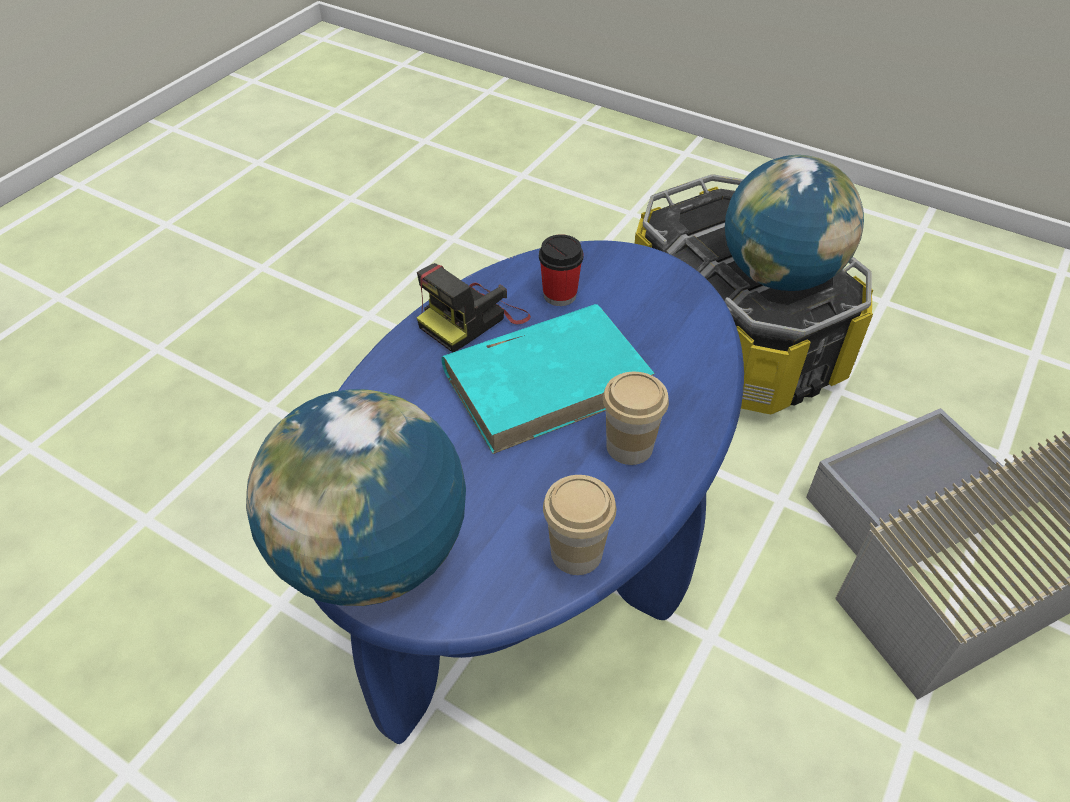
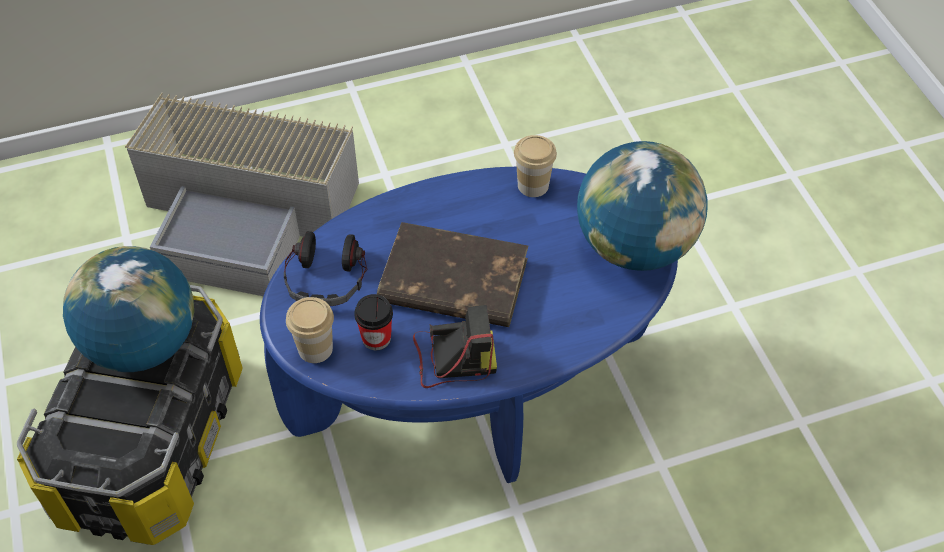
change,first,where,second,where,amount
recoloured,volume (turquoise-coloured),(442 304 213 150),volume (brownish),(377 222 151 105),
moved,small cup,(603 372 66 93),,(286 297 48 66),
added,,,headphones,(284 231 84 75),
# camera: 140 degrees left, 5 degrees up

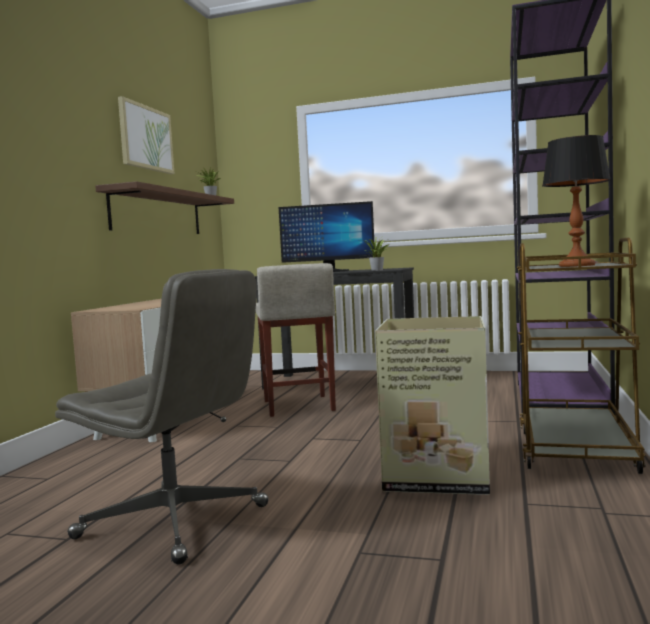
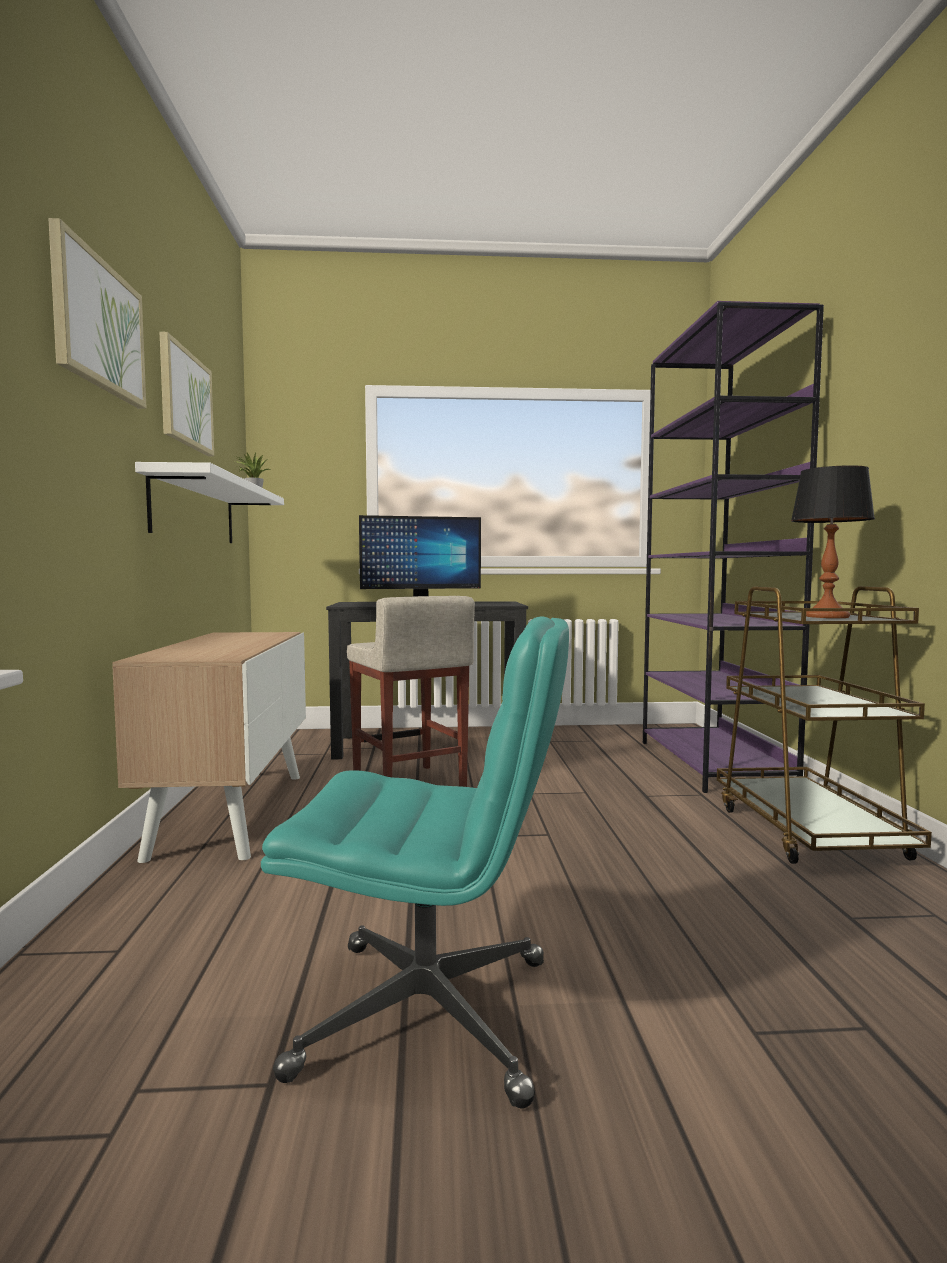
change,first,where,second,where,amount
recoloured,computer chair (grey),(55 269 213 296),computer chair (turquoise-coloured),(261 616 308 492),
recoloured,wall shelf (brownish),(95 181 139 53),wall shelf (whitish),(135 462 149 81),
removed,houseplant,(362 236 28 35),,,
removed,carton,(375 316 115 179),,,
added,,,picture,(48 218 98 191),
# camera: 20 degrees left, 0 degrees up

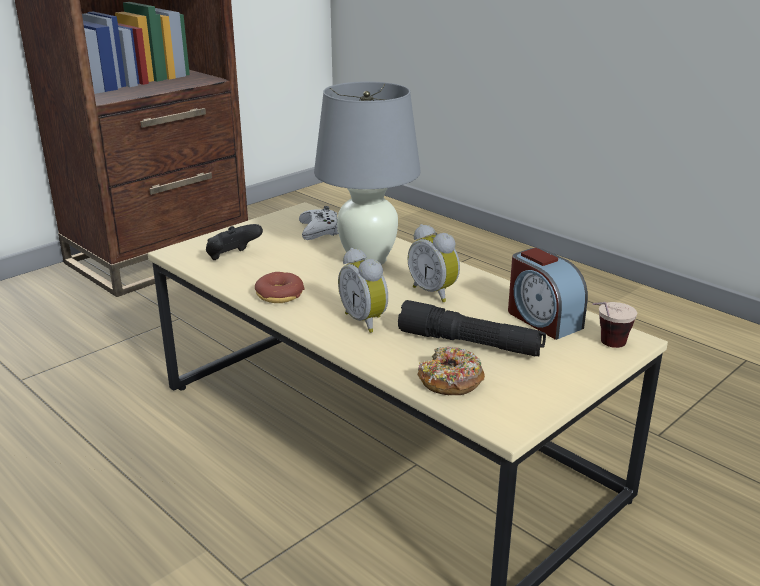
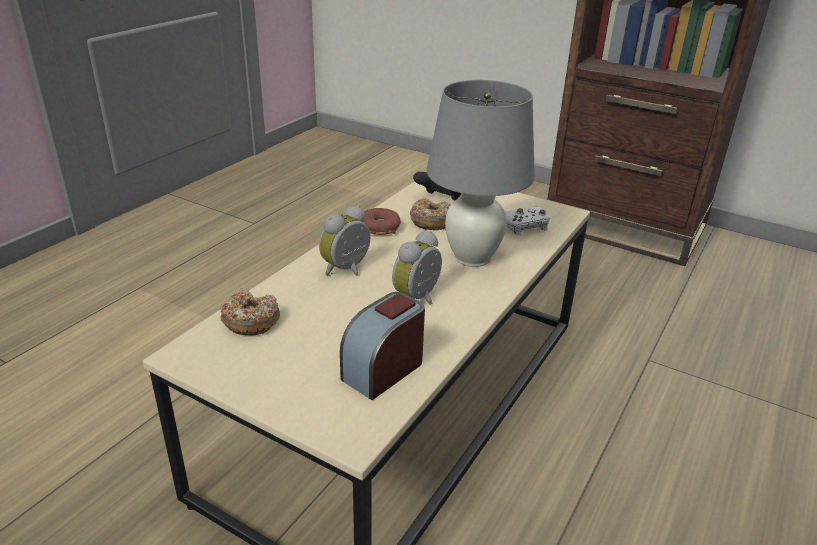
change,first,where,second,where,amount
removed,torch (black-coloured),(398 300 148 56),,,
removed,small cup,(592 302 45 46),,,
added,,,doughnut,(410 198 41 32),
# camera: 75 degrees right, 5 degrees up

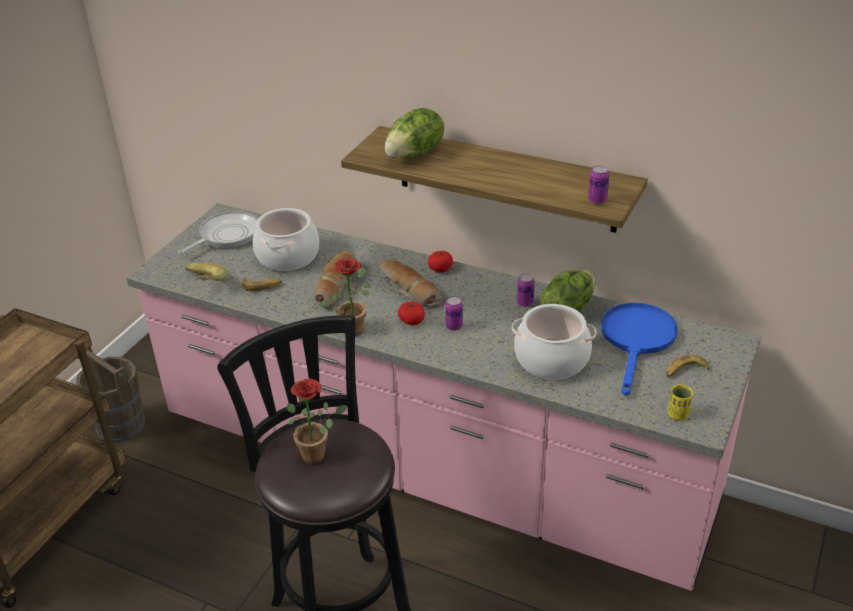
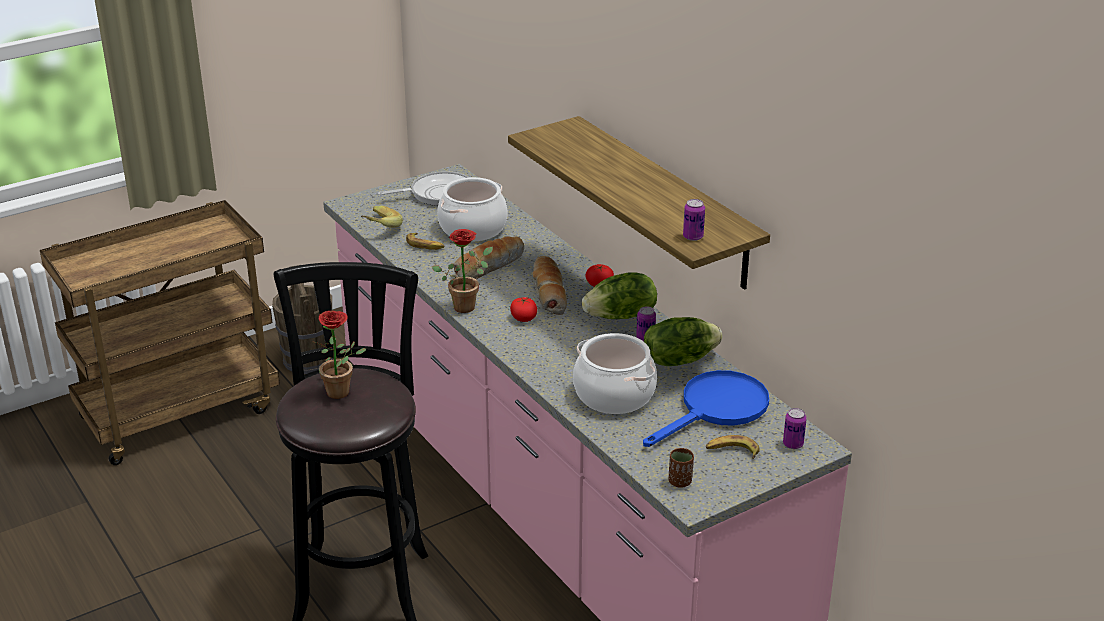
change,first,where,second,where,amount
moved,lettuce,(385 108 59 50),,(582 272 75 47),
moved,sealed can,(445 297 18 34),,(783 408 24 41),
recoloured,small cup (yellow-coloured),(668 385 25 35),small cup (brownish),(669 448 25 40),
# camera: 30 degrees right, 5 degrees down

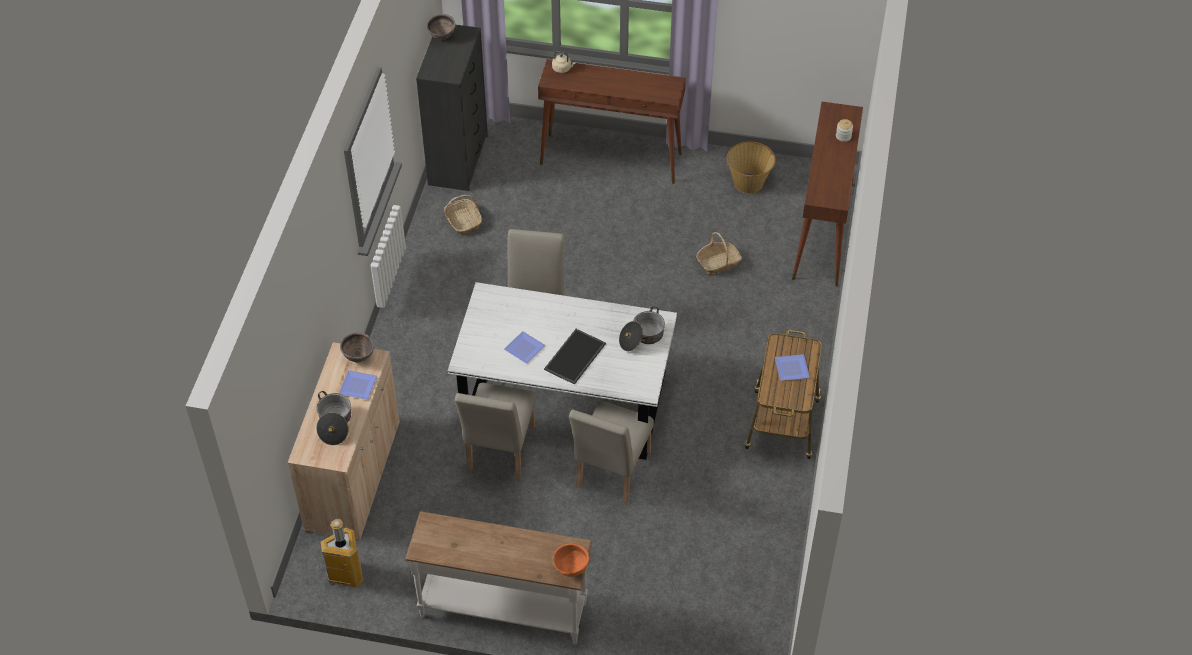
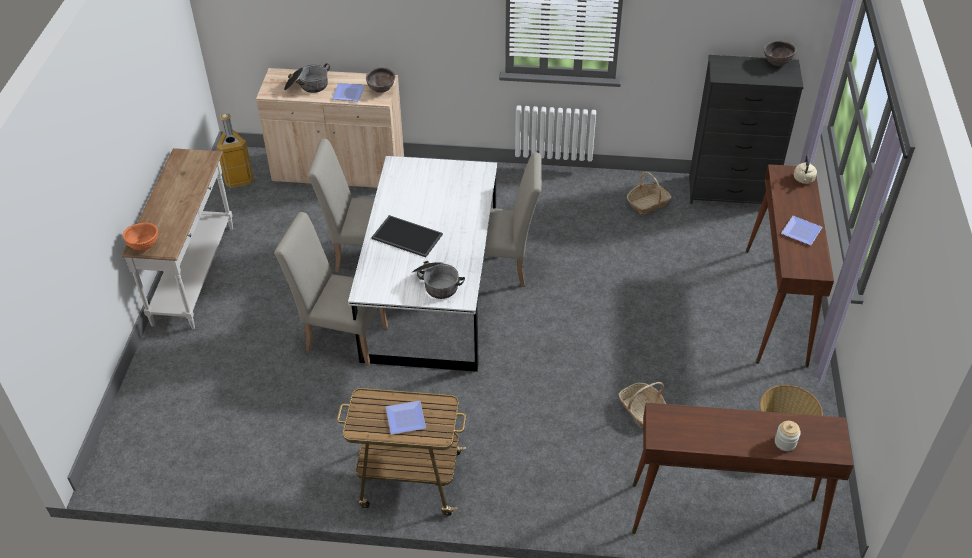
change,first,where,second,where,amount
moved,flat dish,(504 331 41 33),,(781 216 41 29),
# camera: 85 degrees right, 5 degrees down

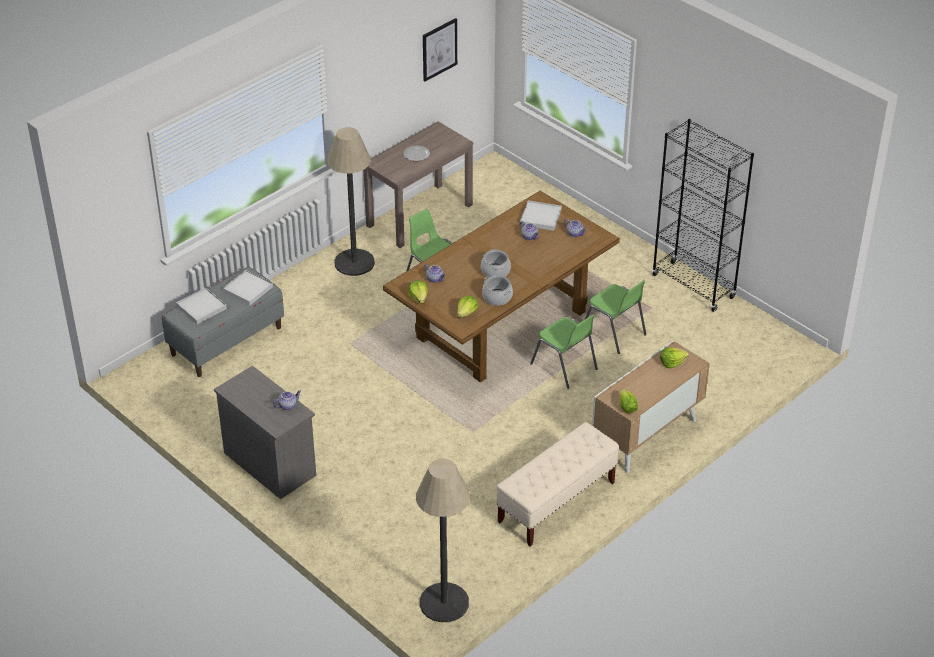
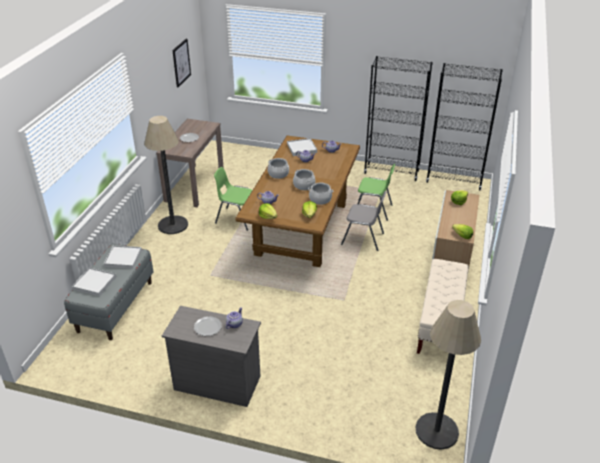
change,first,where,second,where,amount
recoloured,chair (green-coloured),(530 314 68 75),chair (grey),(341 191 46 60),
added,,,flat dish,(194 316 28 20),
added,,,cooking pot,(268 158 21 21),
added,,,shelving unit (black-coloured),(426 63 77 127),
# camera: 30 degrees left, 5 degrees down

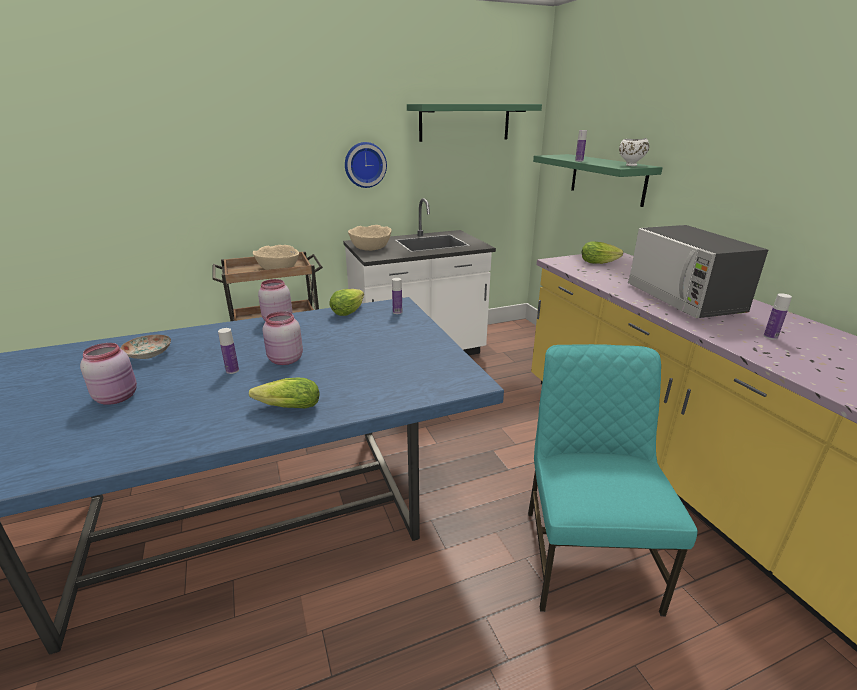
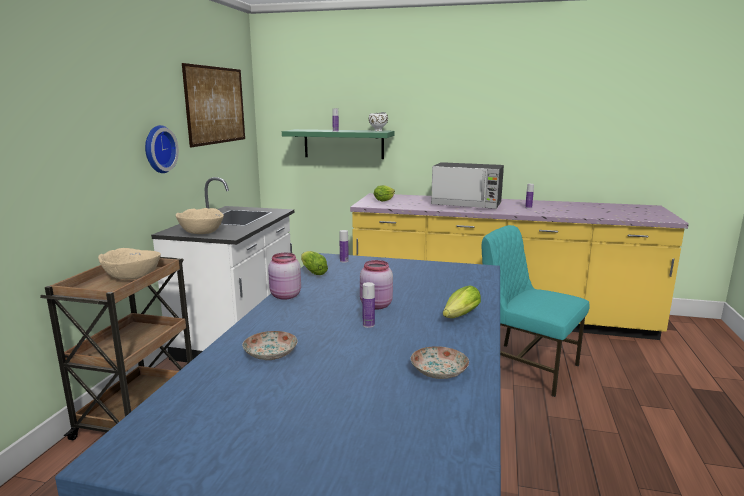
change,first,where,second,where,amount
removed,storage jar (pink),(80 343 57 62),,,
replaced,wall shelf (green-coloured),(407 104 135 38),picture,(182 63 63 85),
added,,,flat dish,(410 346 59 33),
# camera: 55 degrees left, 10 degrees down

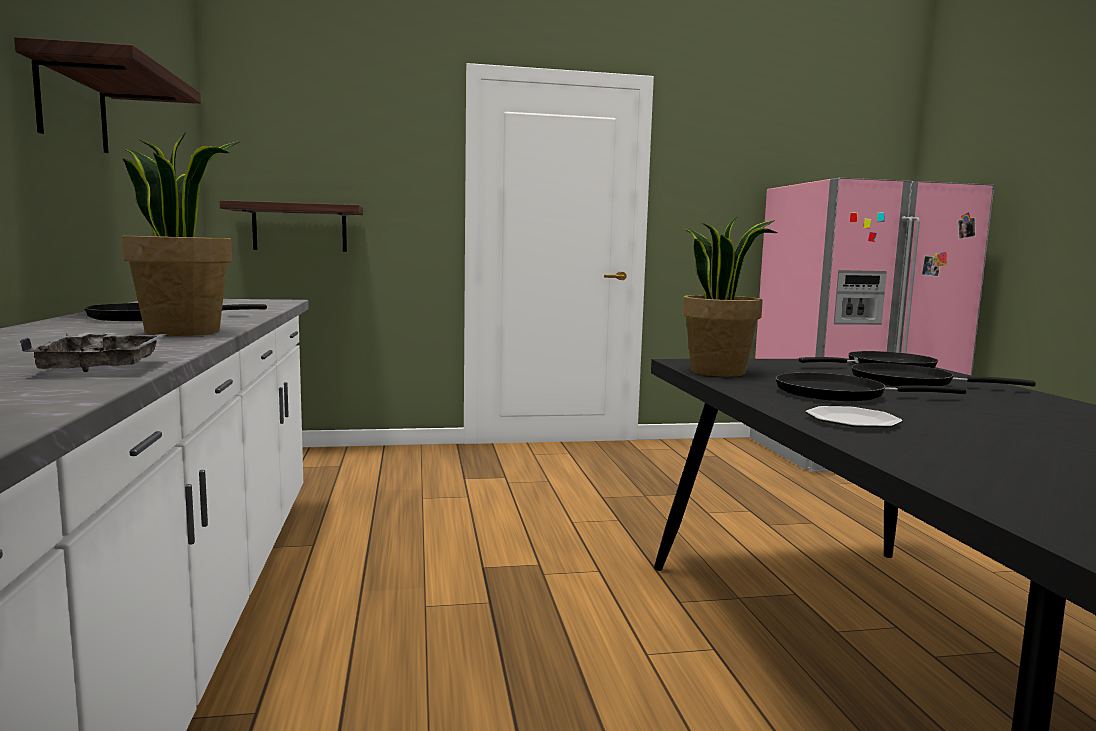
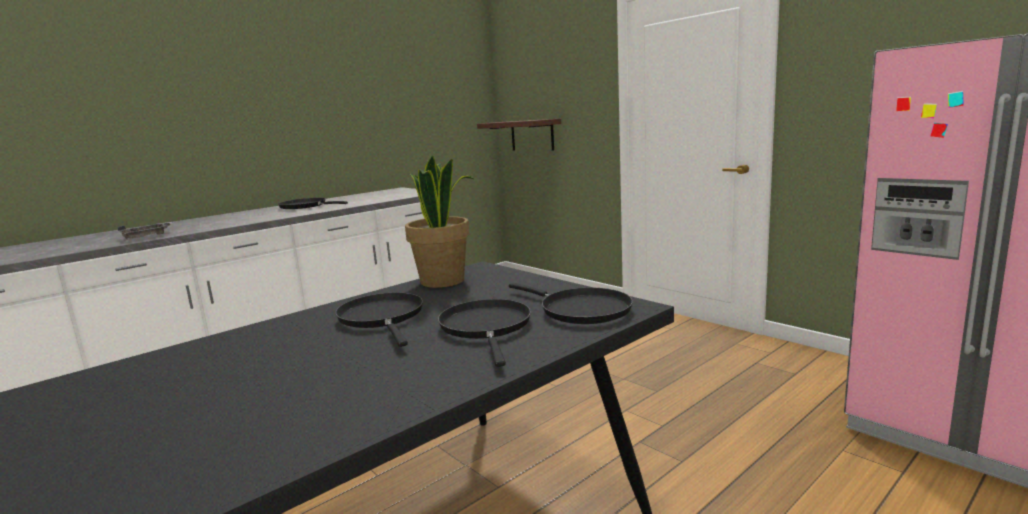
change,first,where,second,where,amount
removed,wall shelf,(14 37 187 116),,,
removed,houseplant,(122 132 118 204),,,
removed,flat dish,(806 406 96 22),,,
# camera: 60 degrees right, 5 degrees up

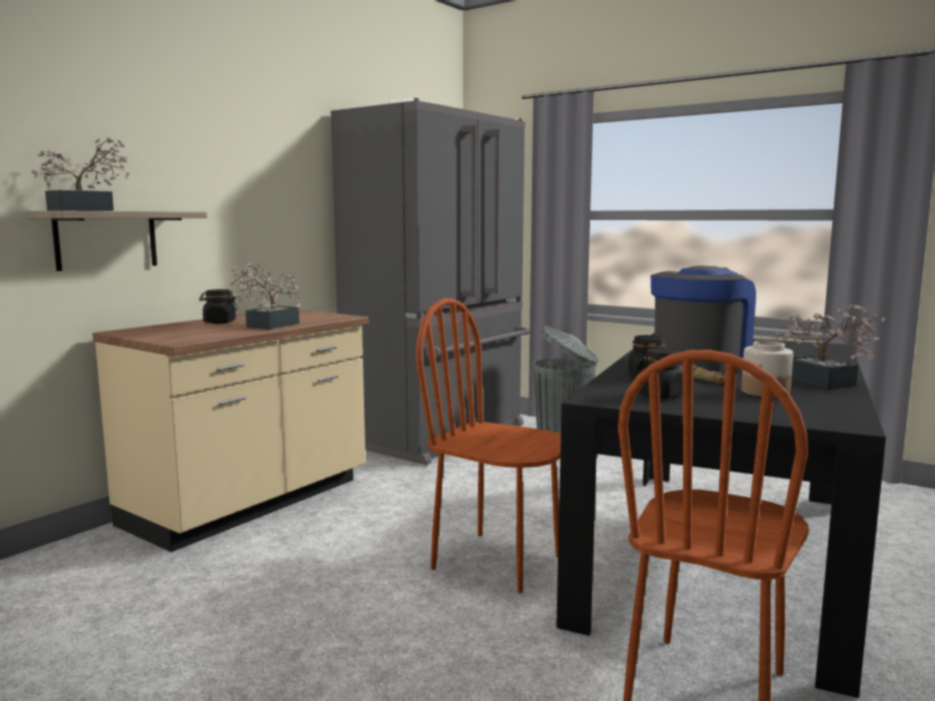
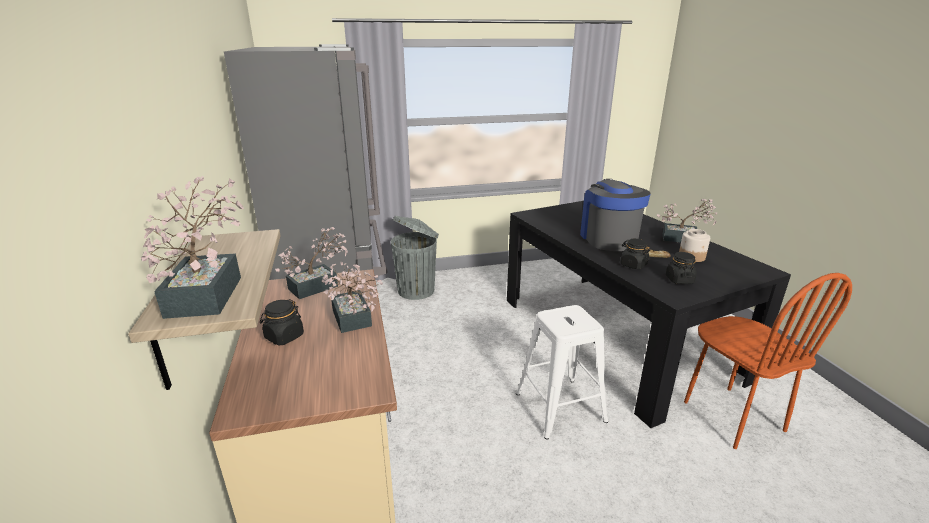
change,first,where,second,where,amount
replaced,chair (brownish),(416 298 145 295),stool (whitish),(516 305 92 135),
added,,,houseplant,(275 227 73 72),
# camera: 50 degrees left, 15 degrees up

